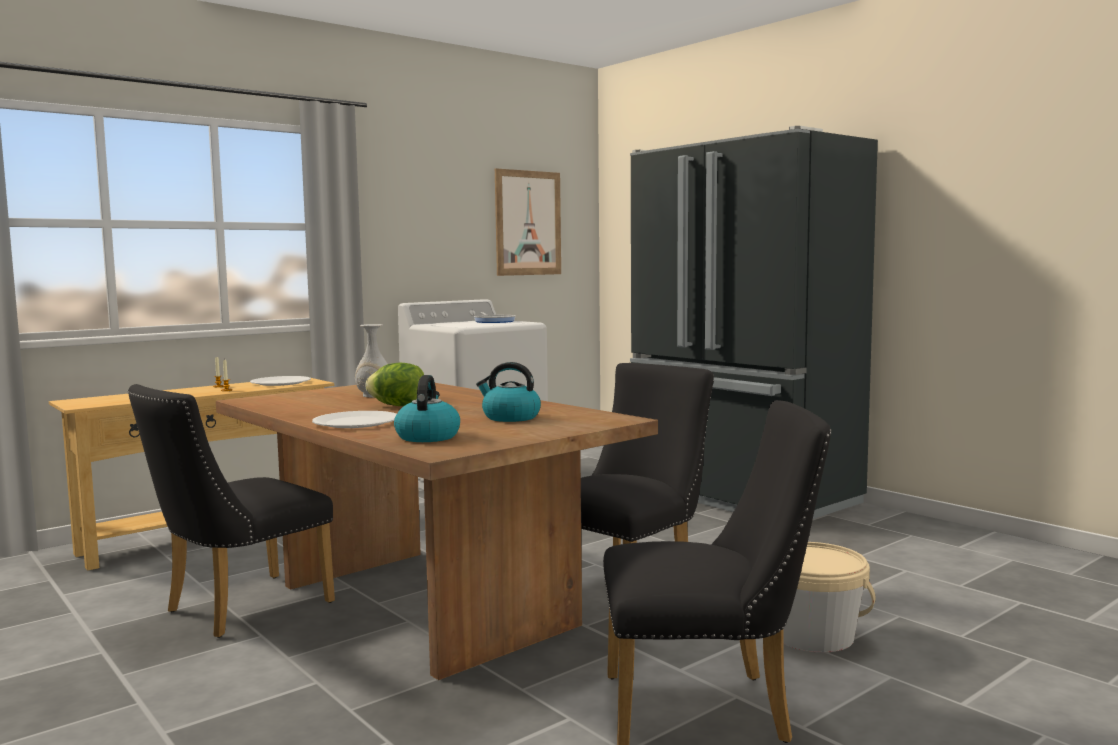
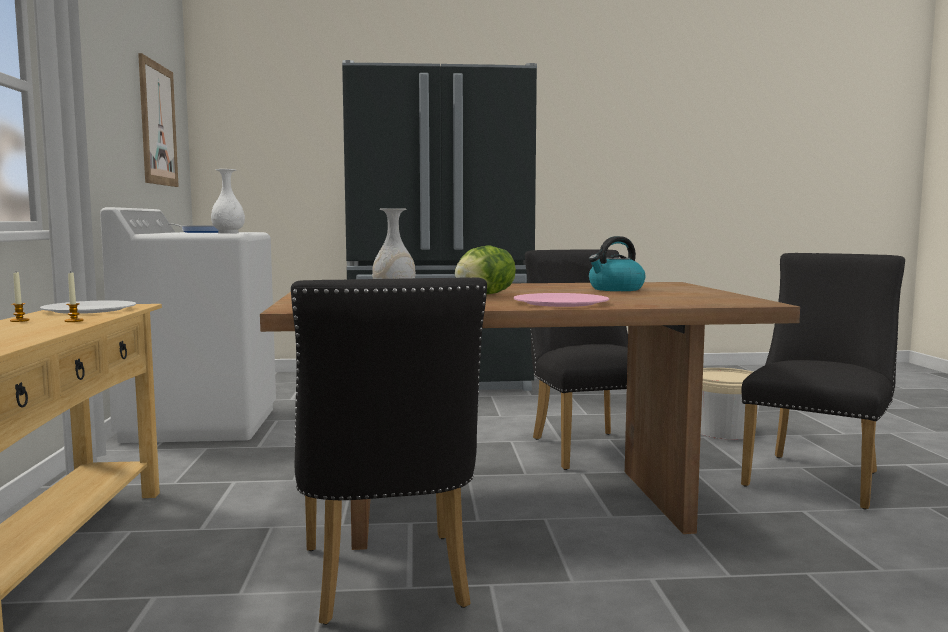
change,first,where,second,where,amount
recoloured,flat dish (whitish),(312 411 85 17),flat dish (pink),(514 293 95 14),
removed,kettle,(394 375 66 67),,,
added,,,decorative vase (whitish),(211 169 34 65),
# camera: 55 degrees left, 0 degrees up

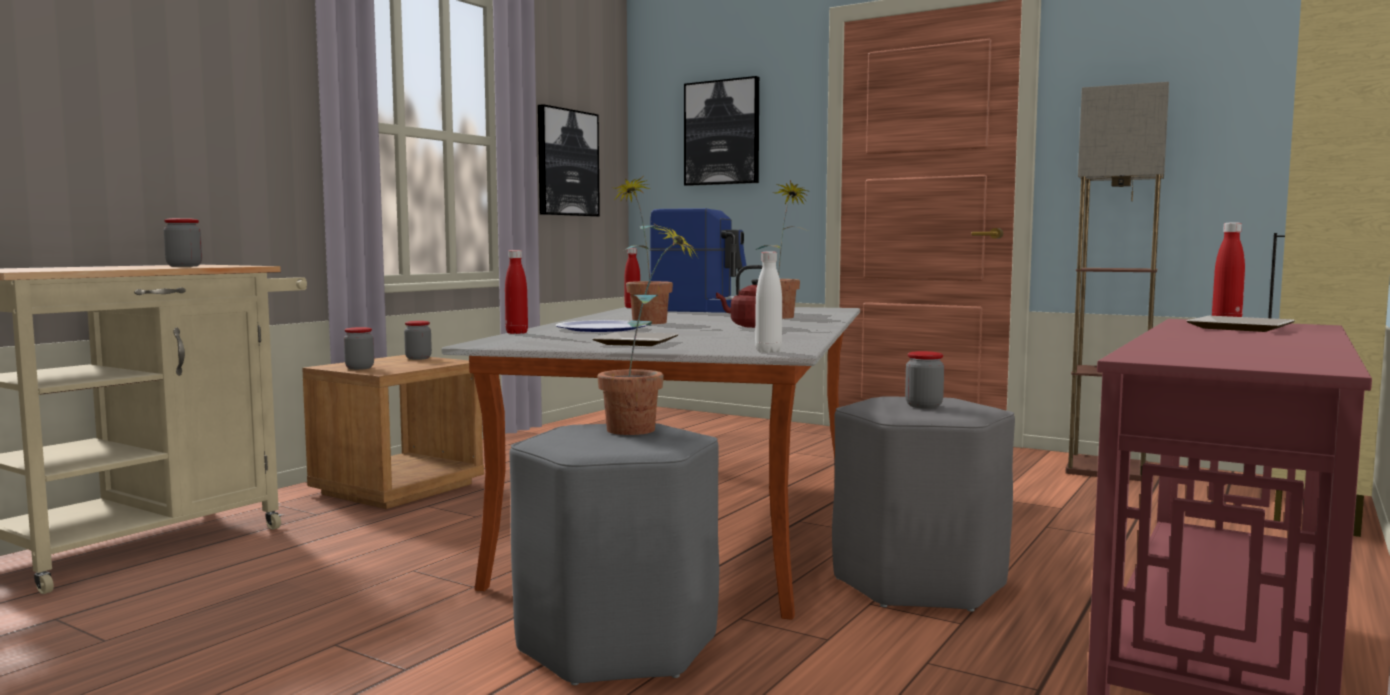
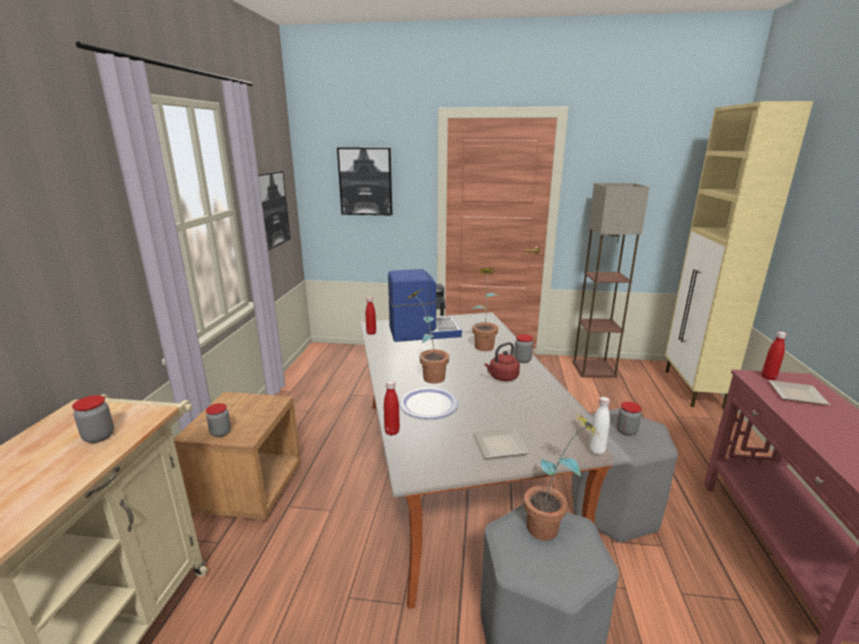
change,first,where,second,where,amount
moved,storage jar,(404 321 28 39),,(514 334 19 29),
# camera: 25 degrees left, 15 degrees up

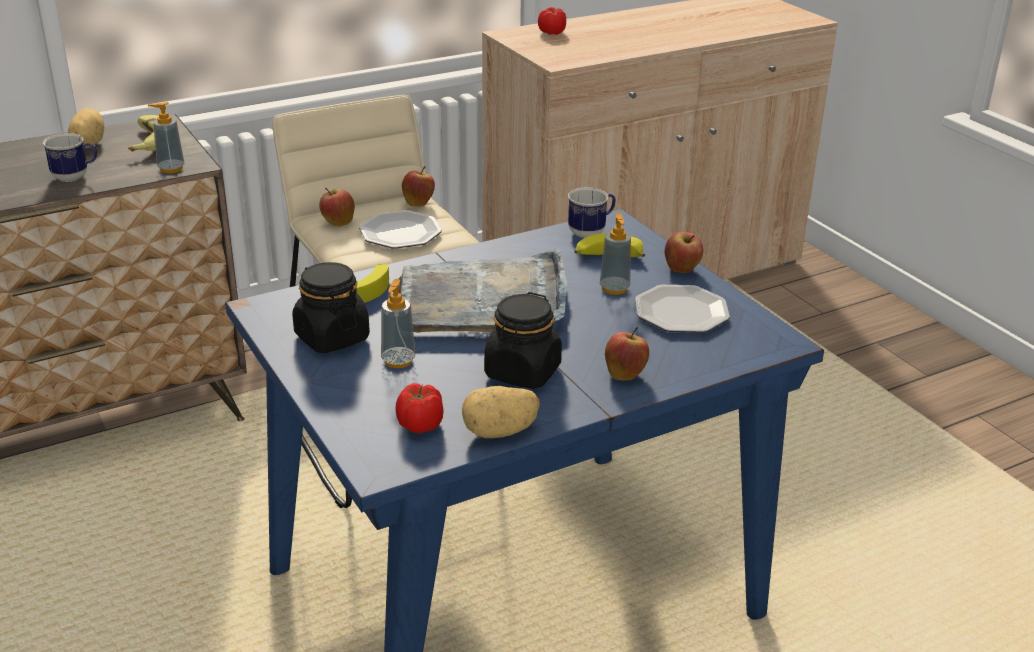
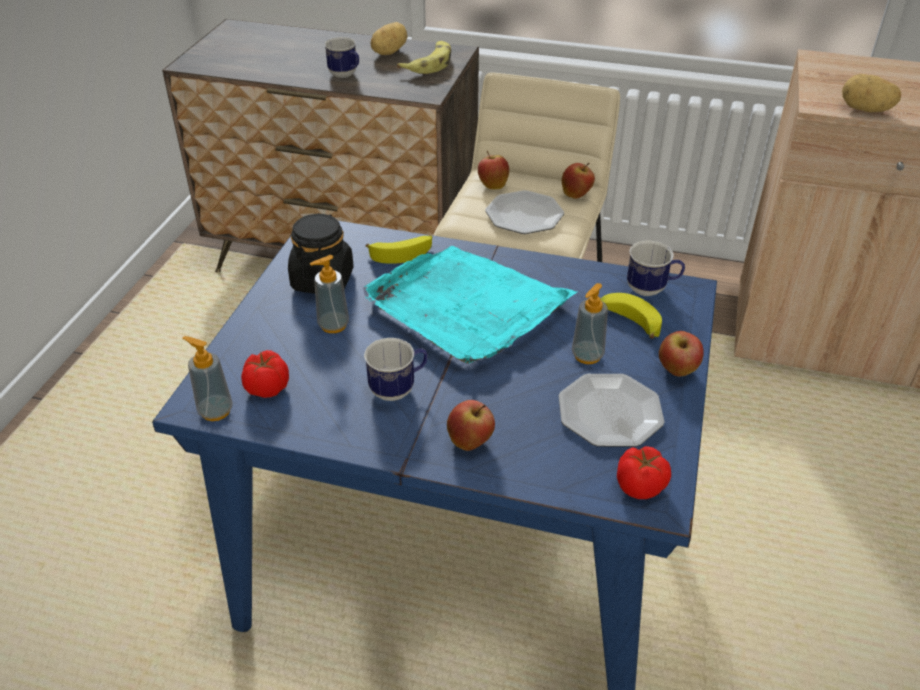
change,first,where,second,where,amount
moved,soap dispenser,(148 102 37 71),,(183 336 50 85),
recoloured,carrying tray (grey),(398 249 169 84),carrying tray (turquoise-coloured),(363 246 214 118),
moved,potato,(462 386 78 52),,(842 74 59 38),
replaced,storage jar (black-coloured),(484 292 78 97),coffee mug,(364 338 64 63),
moved,tomato,(538 7 28 28),,(617 446 54 53),
# camera: 45 degrees right, 10 degrees up

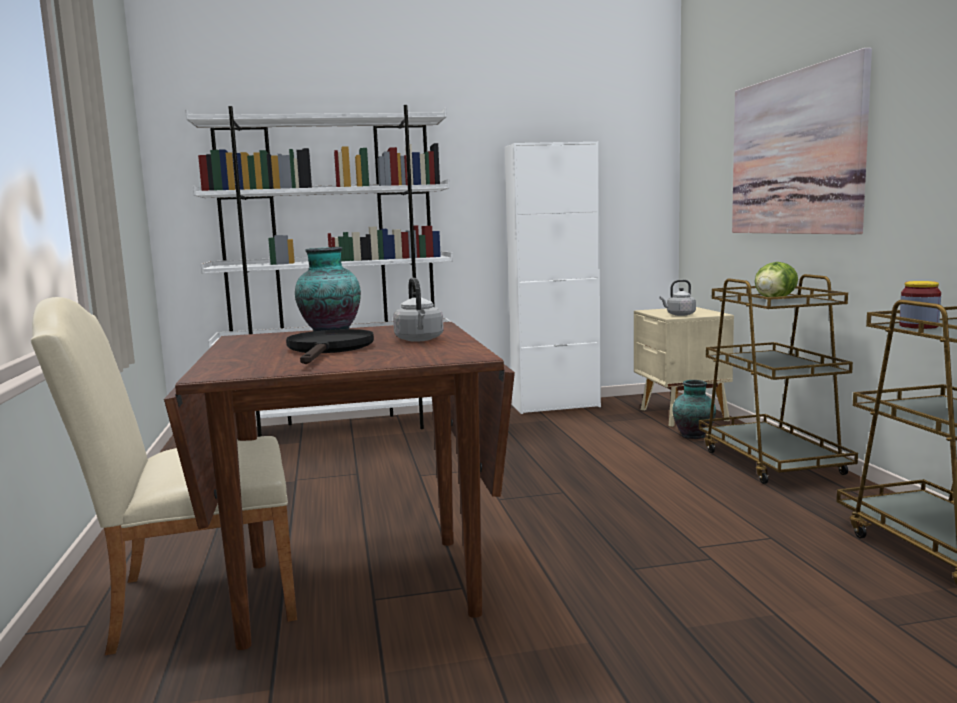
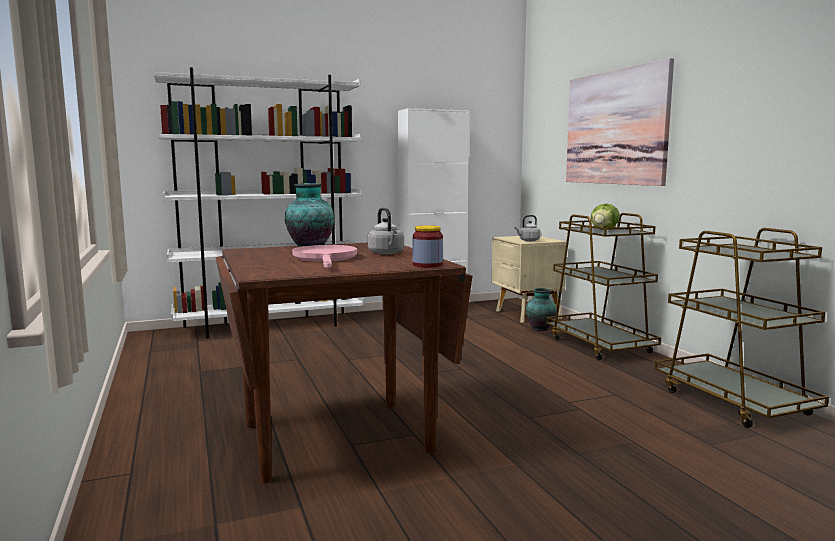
change,first,where,second,where,amount
removed,chair (beige-coloured),(31 297 266 358),,,
recoloured,pan (black-coloured),(286 329 88 35),pan (pink),(292 245 65 23),
moved,storage jar,(899 281 42 48),,(413 225 30 42),
# camera: 10 degrees left, 0 degrees up

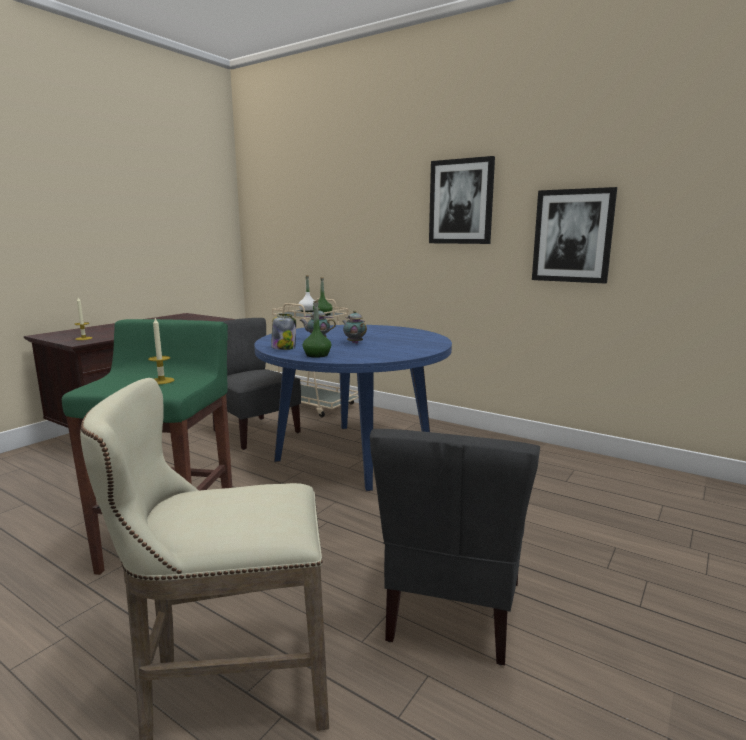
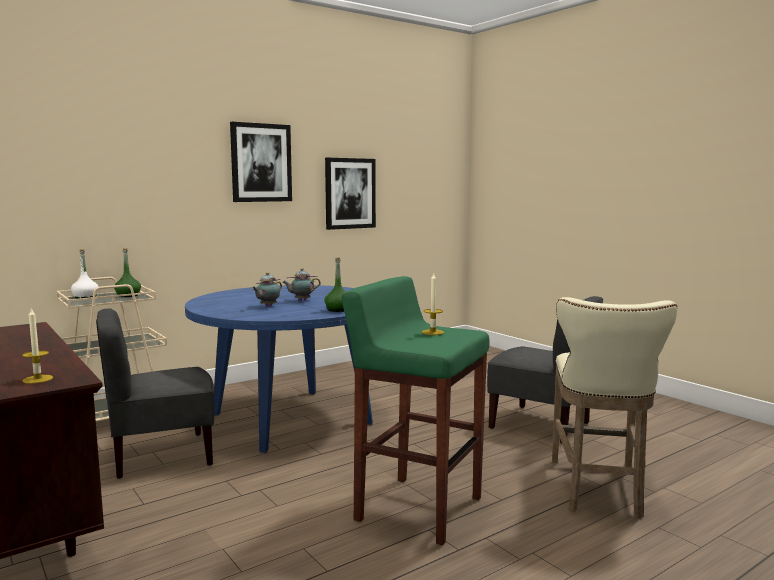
change,first,where,second,where,amount
removed,storage jar,(271 314 25 36),,,
# camera: 70 degrees left, 5 degrees down

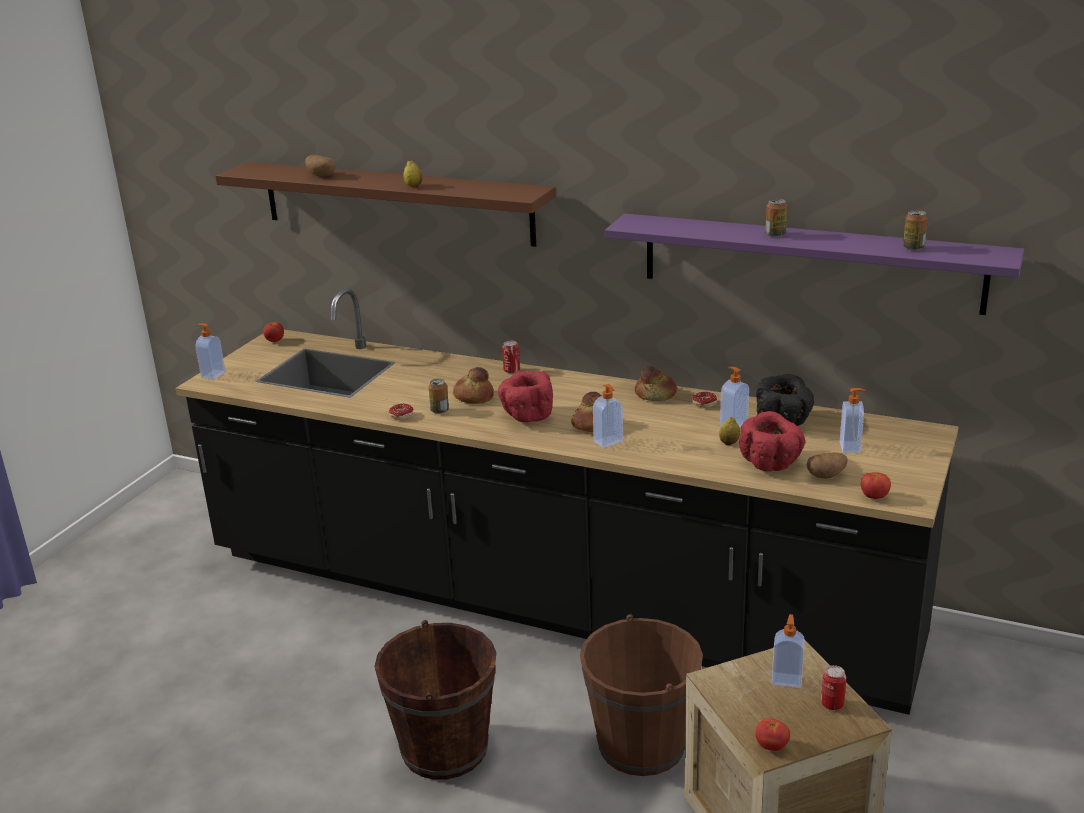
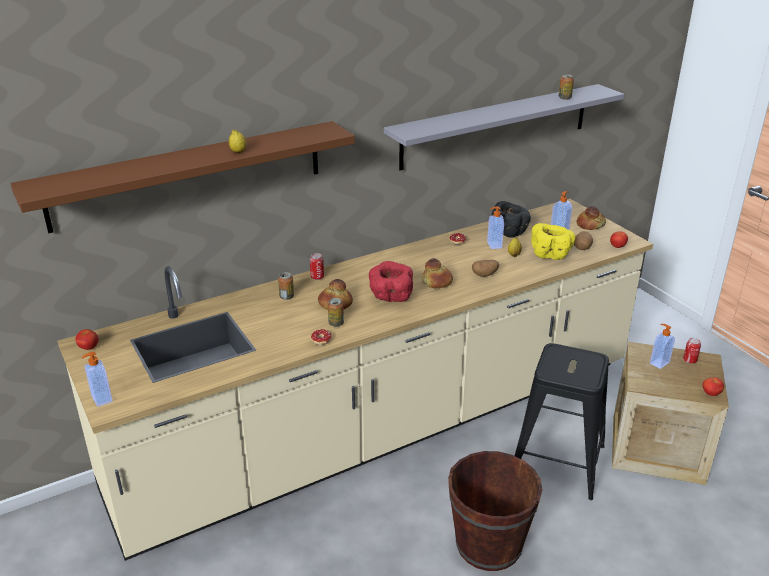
change,first,where,second,where,amount
recoloured,kitchen counter (black-coloured),(175 288 784 427),kitchen counter (beige-coloured),(57 199 596 362),
moved,potato,(305 155 31 22),,(472 260 27 17),
replaced,bucket (brownish),(580 614 123 162),stool (black-coloured),(515 343 94 157),
removed,soap dispenser,(593 384 30 64),,,
recoloured,wall shelf (purple-coloured),(605 213 419 102),wall shelf (grey),(384 84 240 86),
moved,bread,(635 366 42 35),,(577 206 29 24),
recoloured,serving bowl (red-coloured),(739 411 66 60),serving bowl (yellow-coloured),(531 223 44 37),
moved,sealed can,(765 199 22 38),,(278 272 16 28),
# camera: 55 degrees left, 5 degrees up

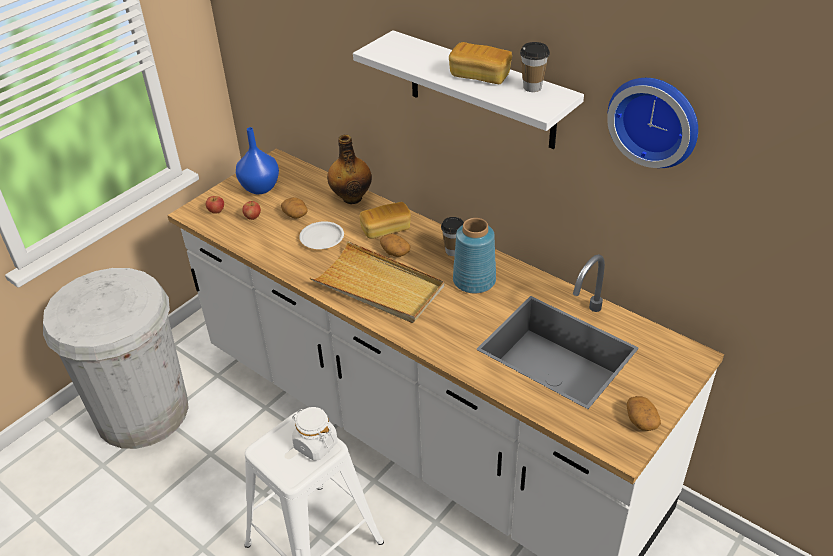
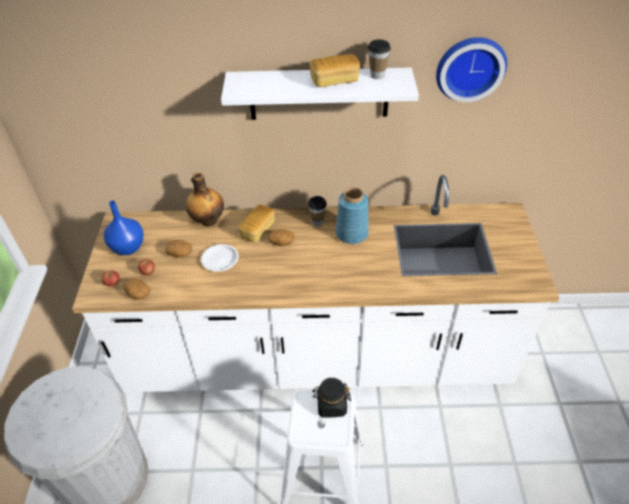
change,first,where,second,where,amount
recoloured,storage jar (whitish),(292 407 46 54),storage jar (black-coloured),(312 378 39 40),
removed,carrying tray (beige-coloured),(310 241 134 82),,,
moved,potato,(627 396 34 35),,(123 278 27 21),
# camera: 40 degrees left, 5 degrees up

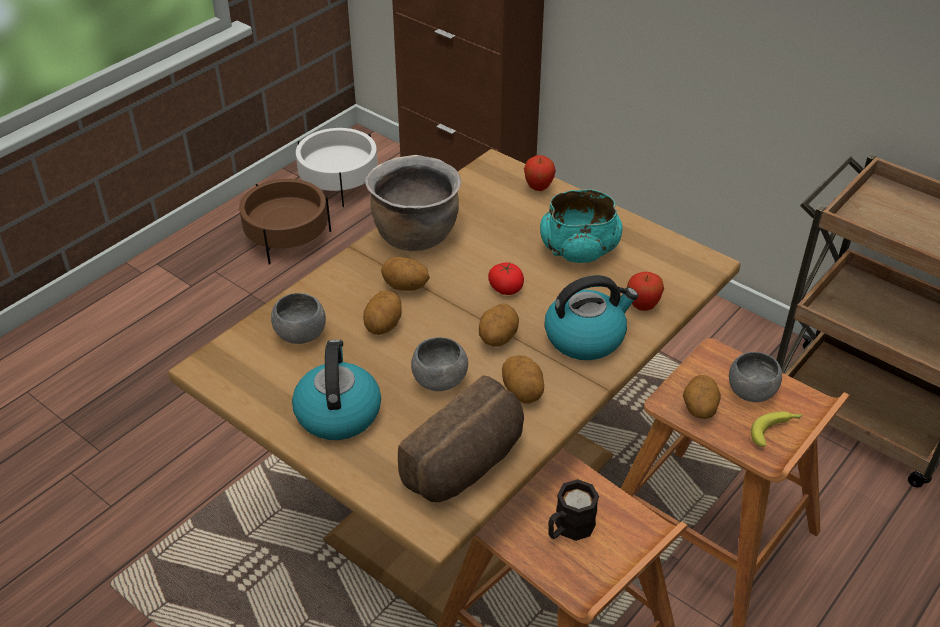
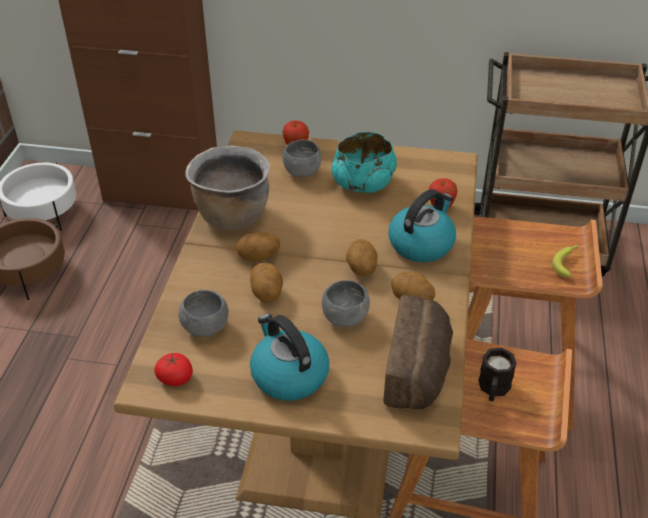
change,first,where,second,where,amount
moved,tomato,(488 262 36 33),,(154 352 39 34),
removed,potato,(683 375 38 44),,,
moved,serving bowl (grey),(729 352 53 50),,(282 139 40 38),
# camera: 30 degrees left, 0 degrees up

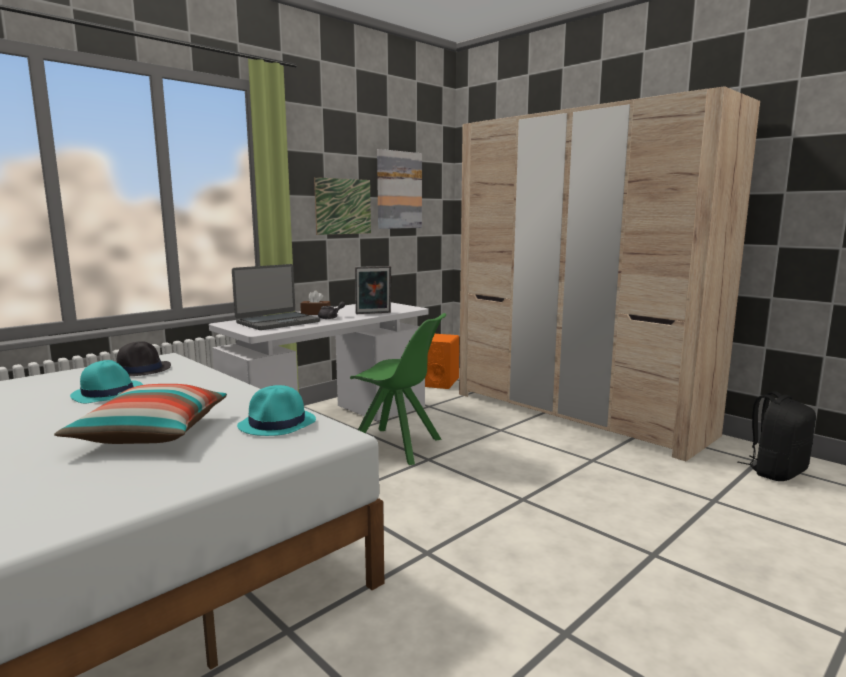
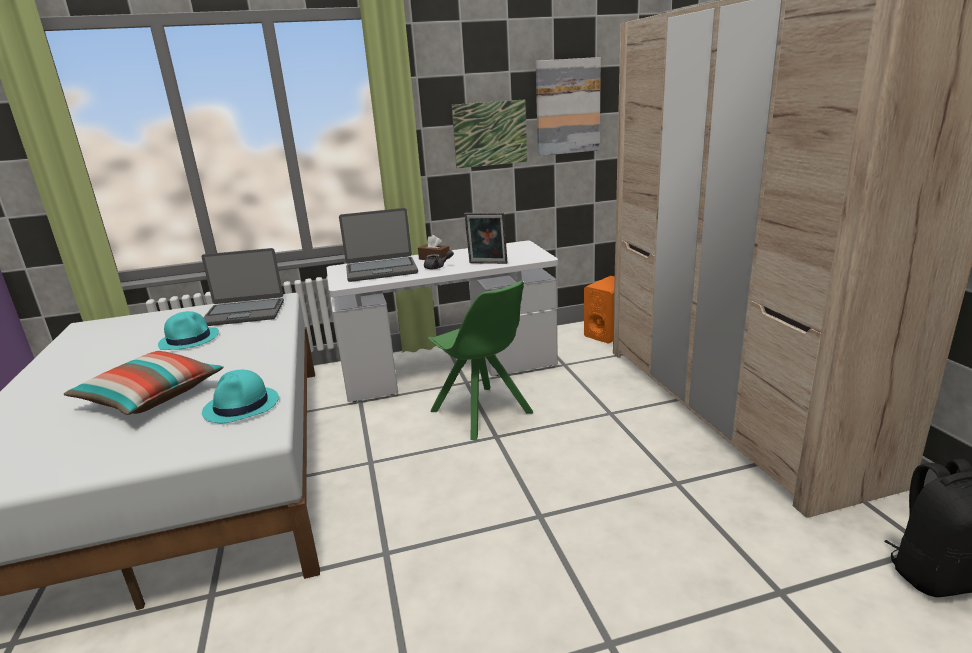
change,first,where,second,where,amount
replaced,wearable hat (black-coloured),(117 341 54 35),notebook computer,(202 248 82 78),
# camera: 30 degrees right, 10 degrees up

